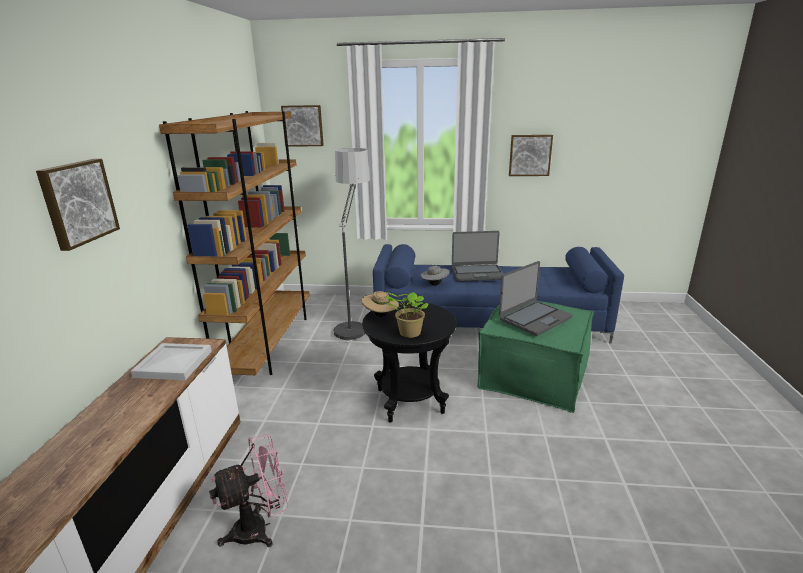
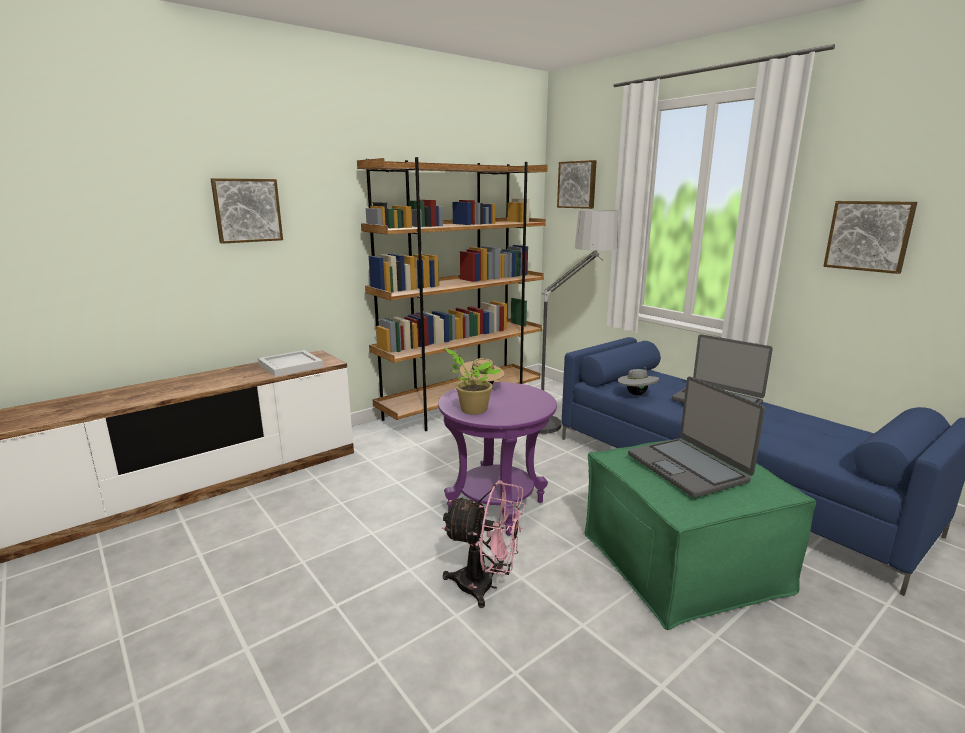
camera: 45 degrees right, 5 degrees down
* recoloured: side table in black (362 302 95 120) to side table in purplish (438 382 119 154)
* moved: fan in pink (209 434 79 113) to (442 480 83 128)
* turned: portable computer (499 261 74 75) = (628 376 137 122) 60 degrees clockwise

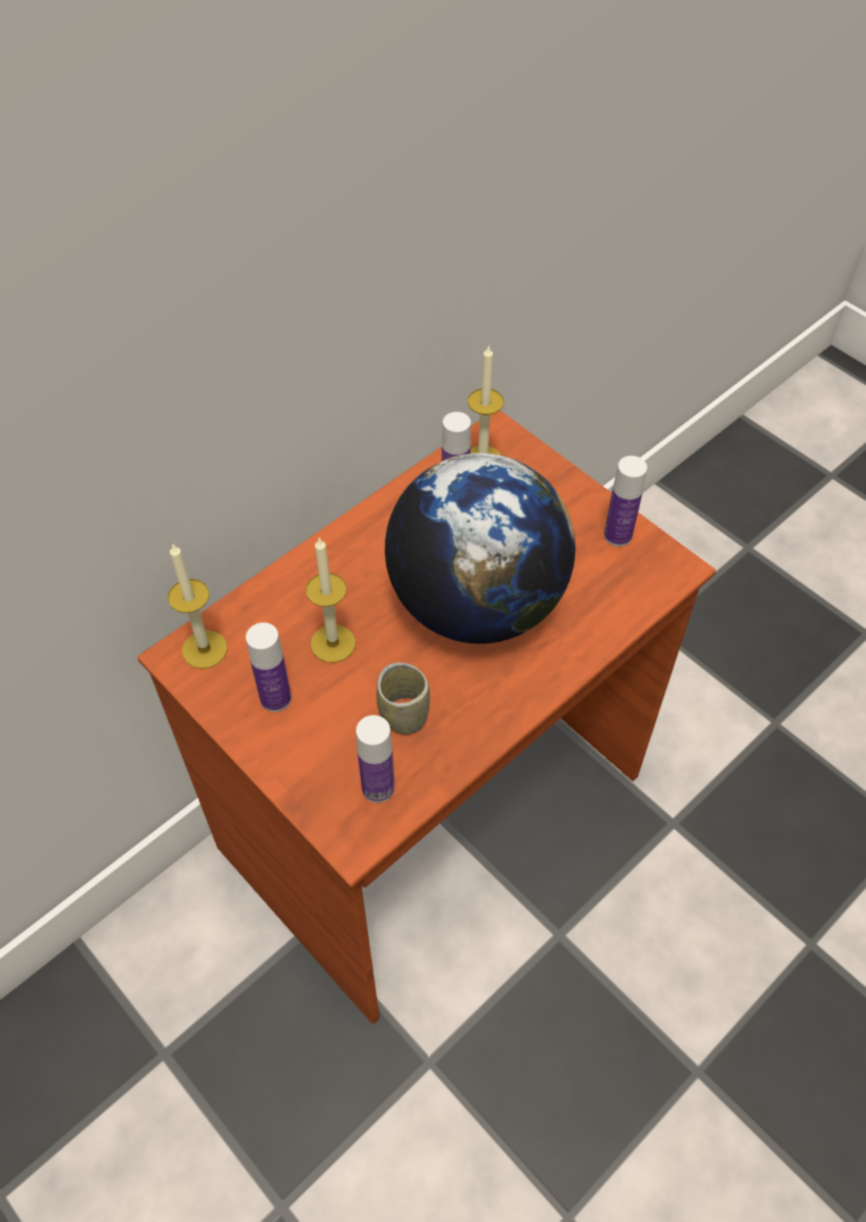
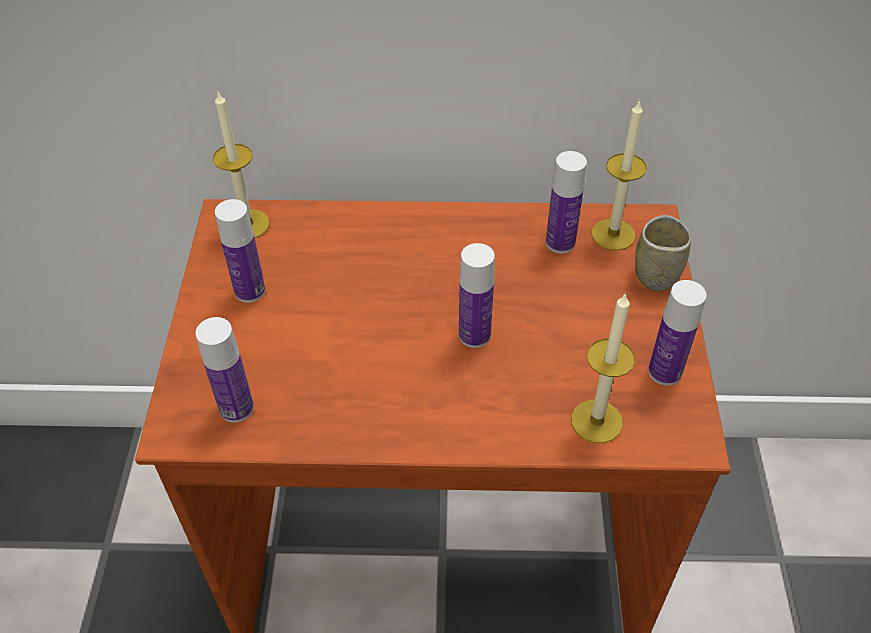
camera: 45 degrees right, 5 degrees down
* replaced: world globe (385 453 190 191) to bottle (459 243 36 105)
* moved: wax light (305 537 51 126) to (571 292 64 151)
* moved: drinking cup (376 663 54 72) to (635 215 56 76)

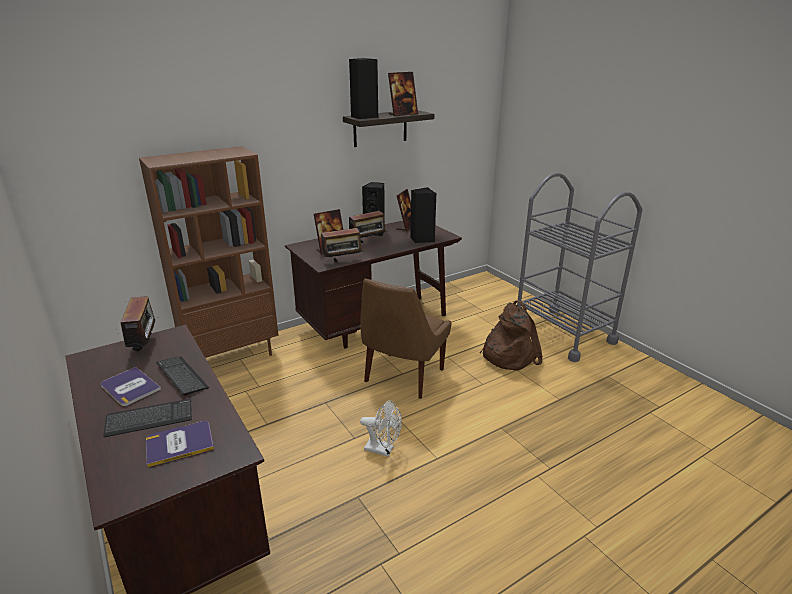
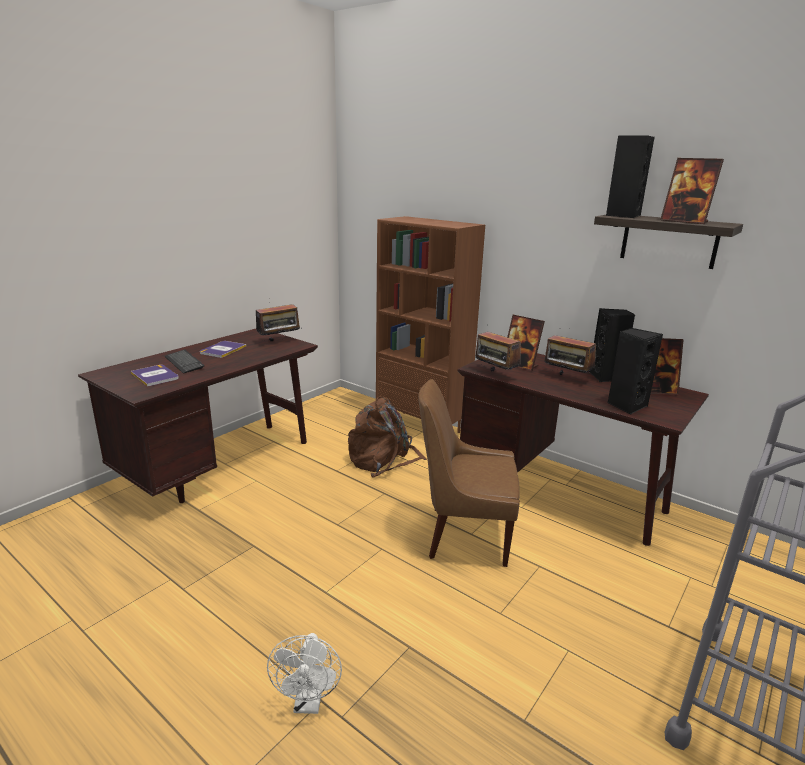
camera: 70 degrees right, 5 degrees down
* moved: fan in whitish (360 400 42 57) to (267 633 75 81)
* moved: knapsack in brown (479 301 64 70) to (348 396 79 81)
* removed: PC keyboard (156 357 53 39)

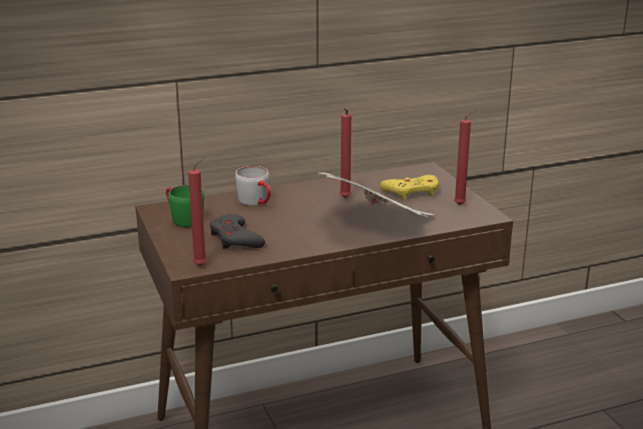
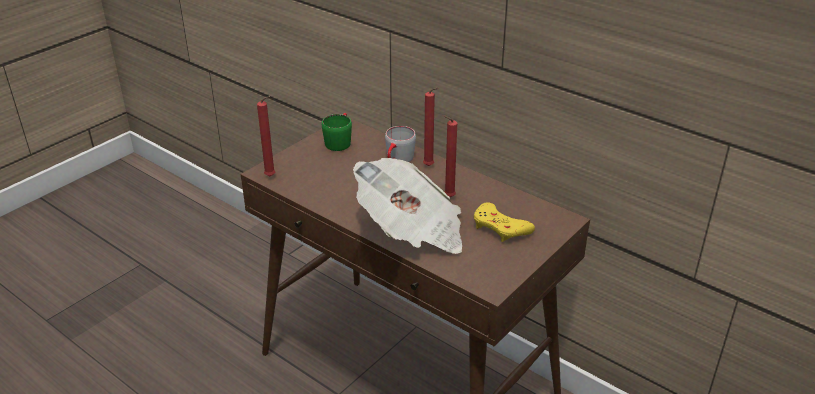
camera: 60 degrees right, 10 degrees up
* moved: wax light in reddish (454 110 21 95) to (423 88 15 78)
* removed: game controller in gray (210 214 55 35)

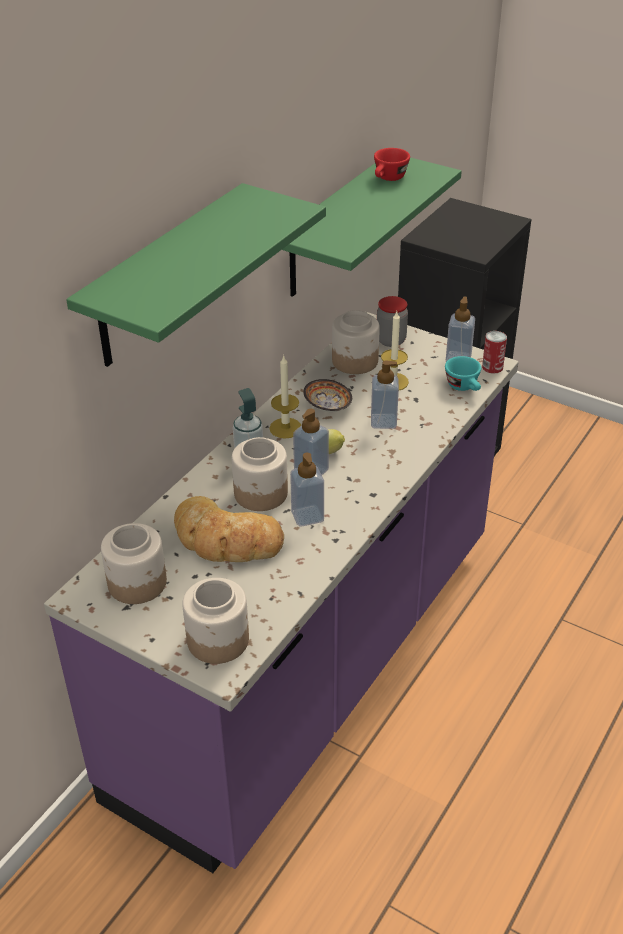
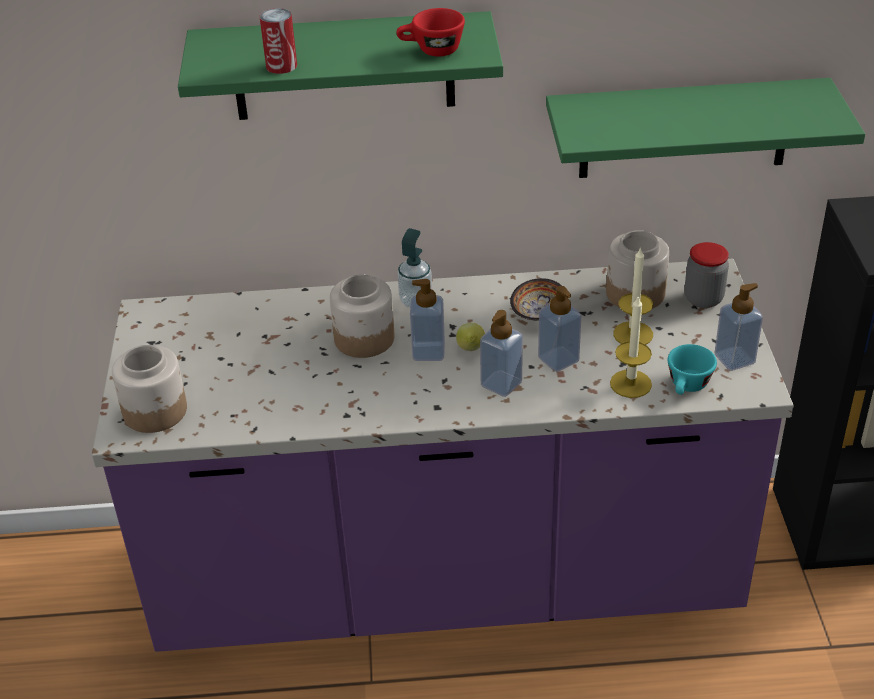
camera: 55 degrees right, 0 degrees up
* moved: sealed can (482 331 25 43) to (259 8 38 66)
* moved: drinking cup in reddish (374 148 36 33) to (396 8 69 49)
* moved: soap bottle (290 453 34 74) to (480 310 43 87)
* moved: wax light (269 355 33 83) to (610 297 42 101)
* removed: jar (101 523 66 81)
* removed: bakery bread (174 496 110 66)

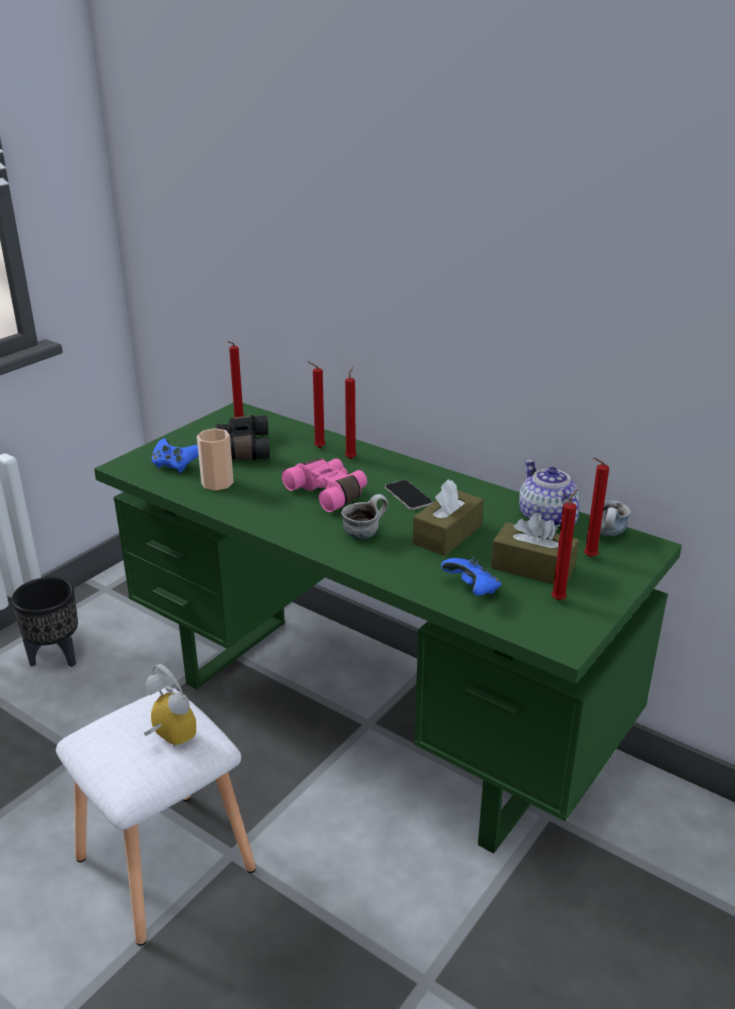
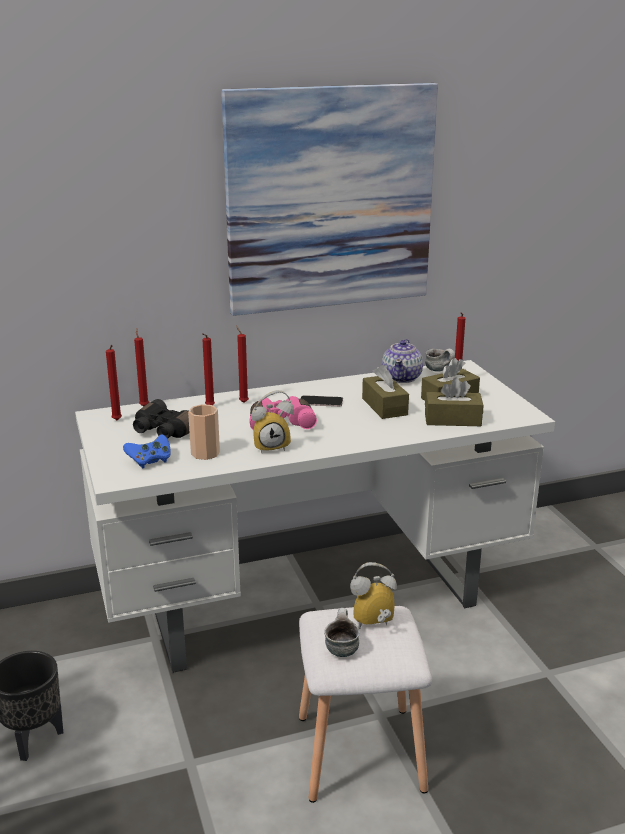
camera: 55 degrees left, 5 degrees down
* recoloured: desk table in greenish (94 403 588 451) to desk table in whitish (75 360 480 313)
* moved: wax light in reddish (551 489 27 111) to (134 328 15 78)
* added: picture (221 83 217 233)
* added: table clock (251 390 43 63)
* moved: mug (341 494 47 45) to (324 608 36 49)
* turned: pot for tea (519 460 60 67) = (382 339 41 44) 90 degrees counterclockwise
* replaced: game controller in bluish (441 557 60 39) to box of tissues in brown (425 377 58 49)

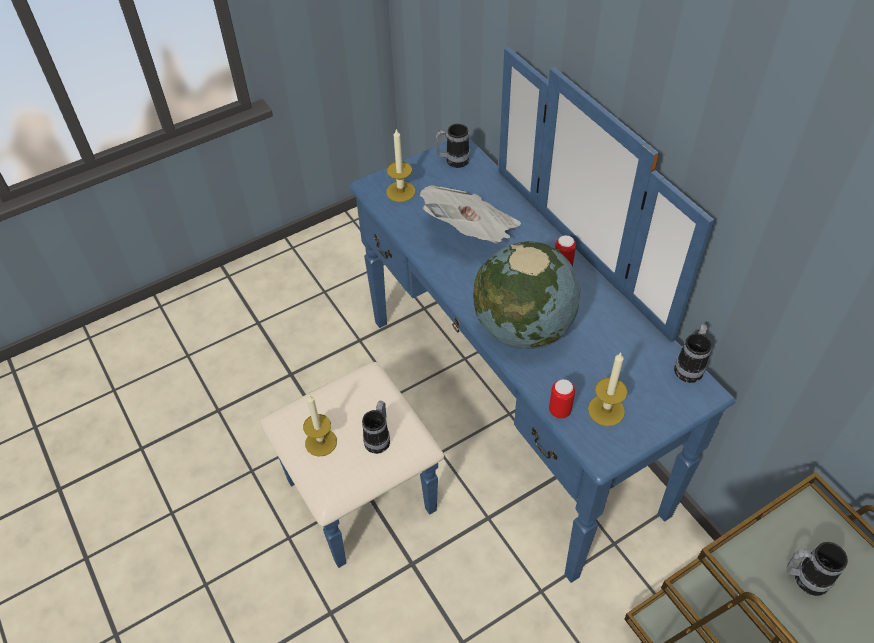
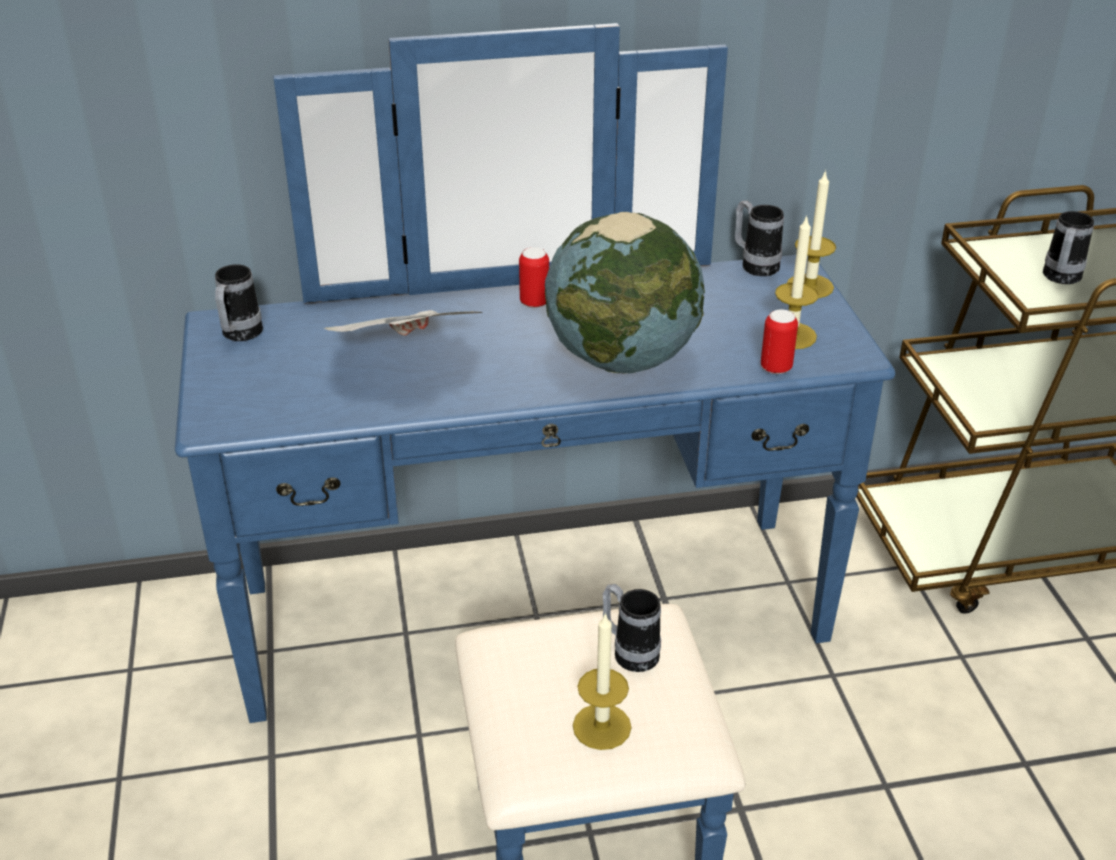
camera: 70 degrees left, 15 degrees down
* moved: wax light (386 128 29 74) to (787 170 49 128)

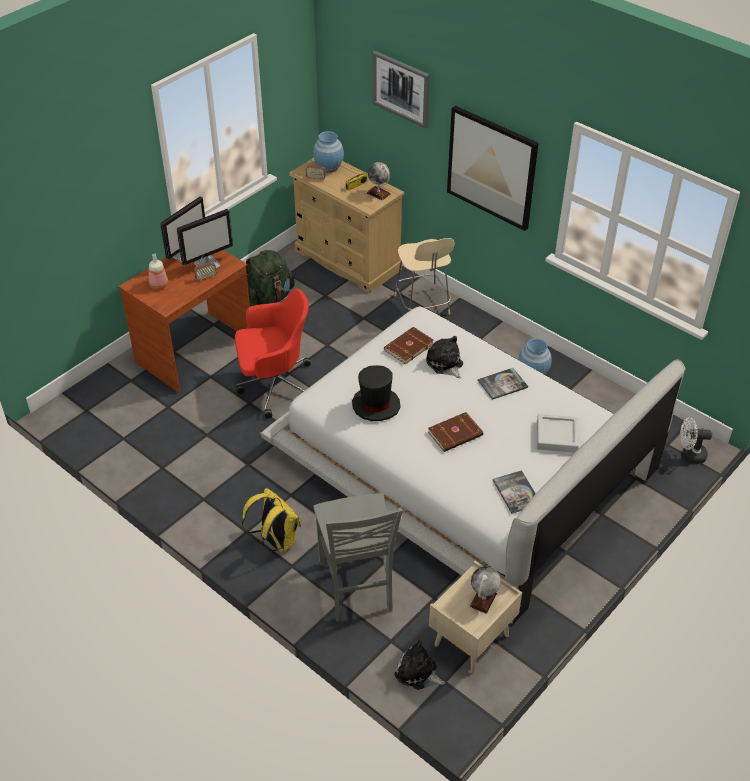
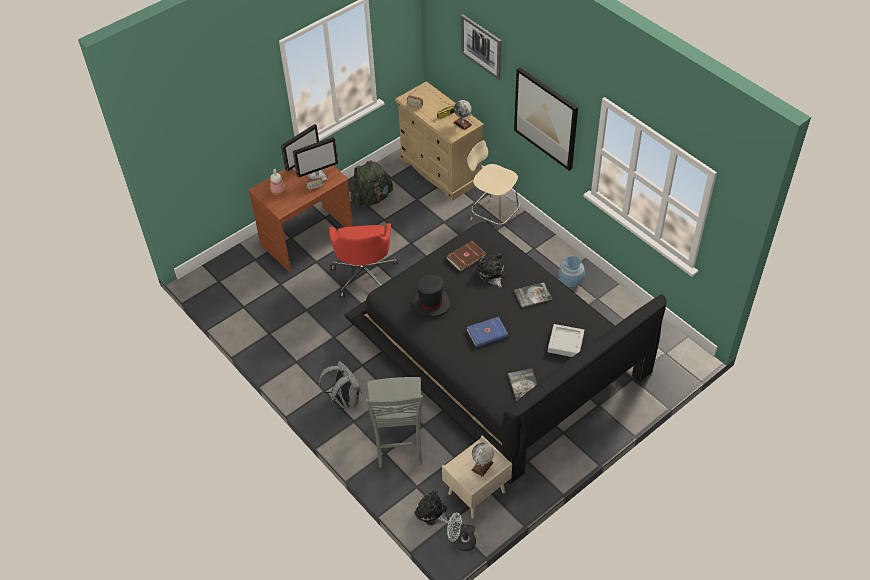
camera: 10 degrees right, 5 degrees up
* recoloured: knapsack in yellowish (242 488 59 64) to knapsack in gray (319 361 43 49)
* turned: computer chair in reddish (235 289 76 130) = (329 223 69 75) 90 degrees clockwise
* recoloured: bed in whitish (260 306 426 318) to bed in black (344 221 323 263)
* moved: fan in whitish (680 418 32 46) to (447 512 29 40)
* turned: plain chair in beige (395 238 60 77) = (467 140 53 93) 135 degrees clockwise
* recoloured: volume in brown (428 412 55 40) to volume in bluish (467 317 42 30)
* removed: flower vase in bluish (313 131 31 41)

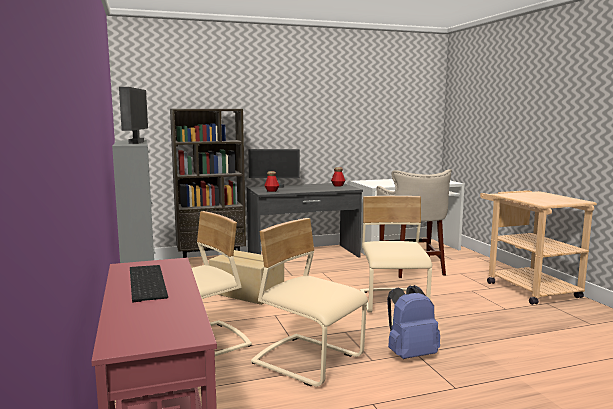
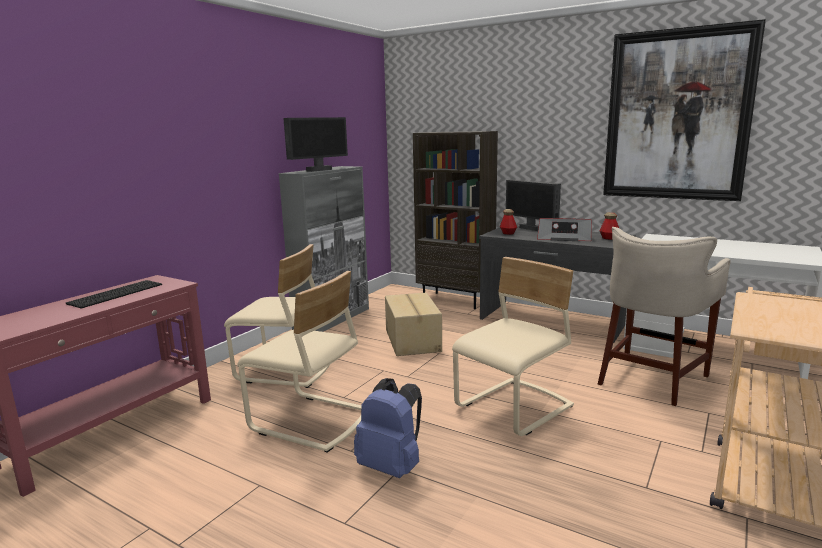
camera: 50 degrees right, 5 degrees up
* turned: plain chair in beige (251 218 117 169) = (237 271 124 181) 120 degrees clockwise
* added: radio set (537 218 55 23)
* added: picture (603 19 163 182)

